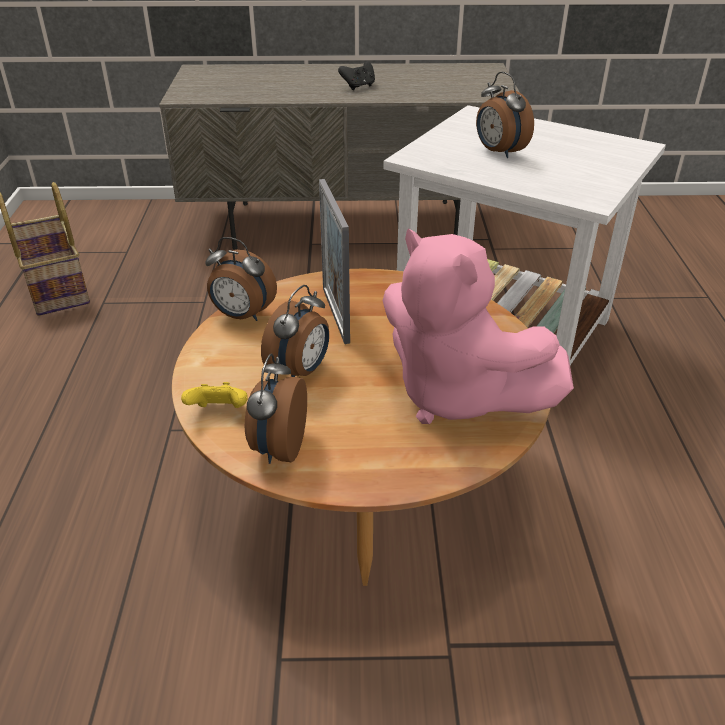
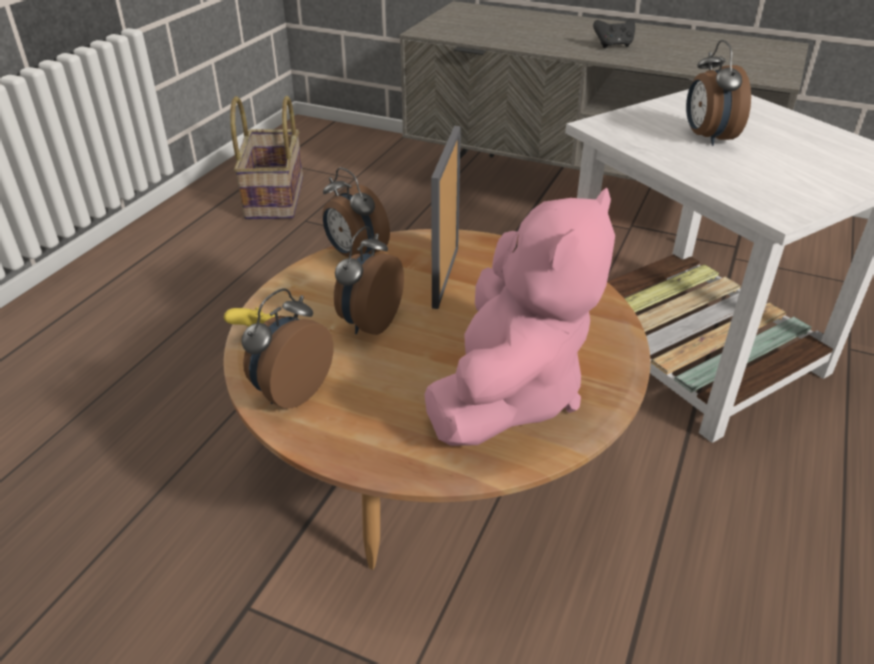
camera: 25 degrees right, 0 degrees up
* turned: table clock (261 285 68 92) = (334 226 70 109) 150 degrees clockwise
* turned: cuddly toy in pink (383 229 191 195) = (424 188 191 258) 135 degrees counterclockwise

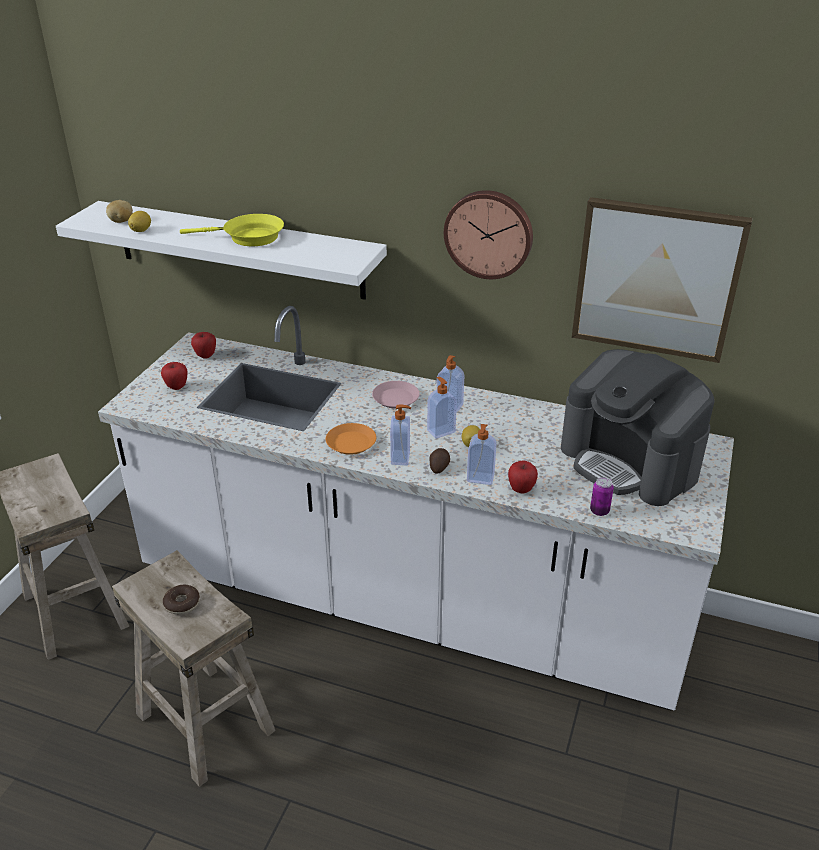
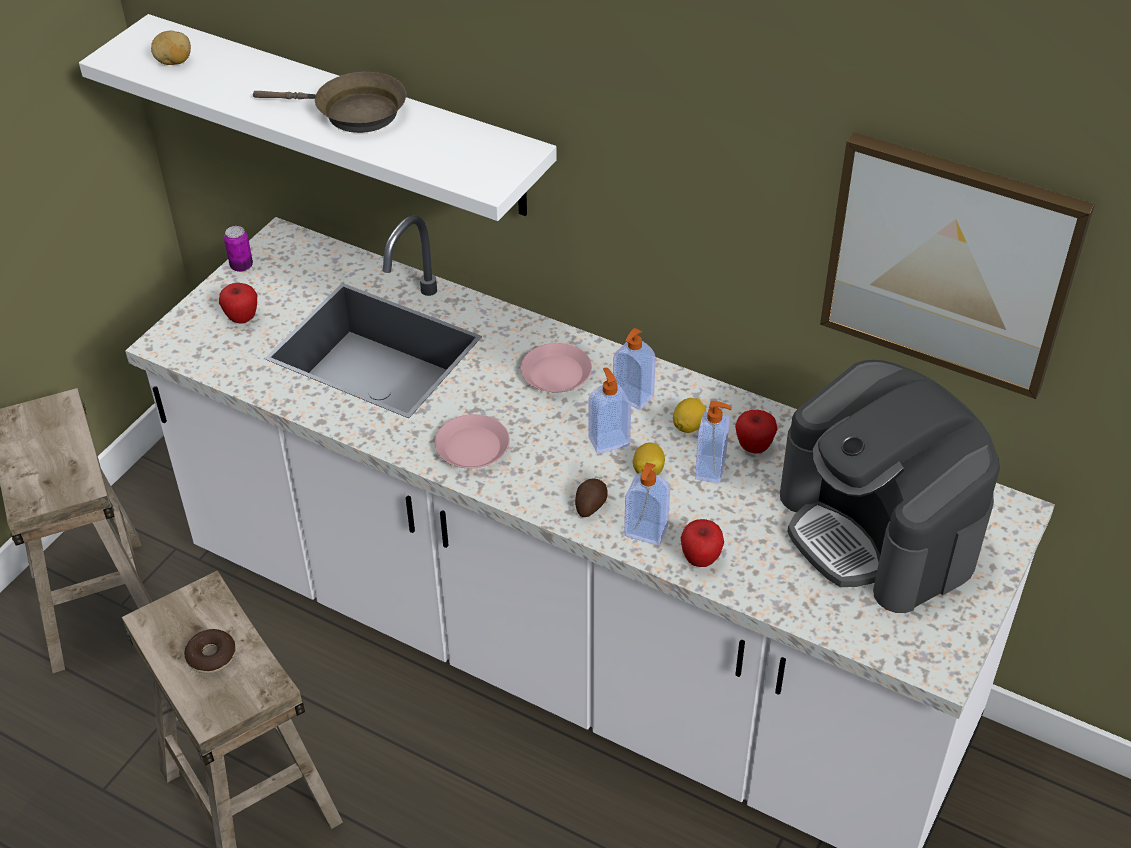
camera: 10 degrees right, 10 degrees up
* moved: sealed can (590 477 24 39) to (224 226 29 46)
* recoloured: skillet in yellowish (180 214 104 32) to skillet in brown (253 72 153 61)
* recoloured: plate in orangey (326 423 50 32) to plate in pink (435 414 75 54)
* moved: lemon (128 211 23 21) to (673 398 33 35)
* moved: soap bottle (390 404 21 62) to (695 401 37 83)
* moved: apple (191 332 25 26) to (735 410 43 44)
* removed: clock on the wall (444 190 89 89)

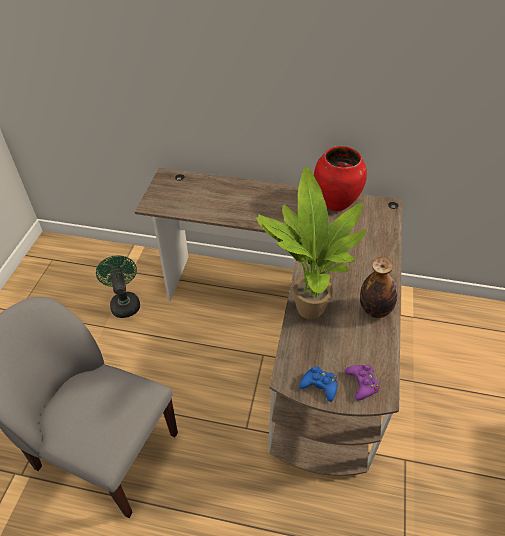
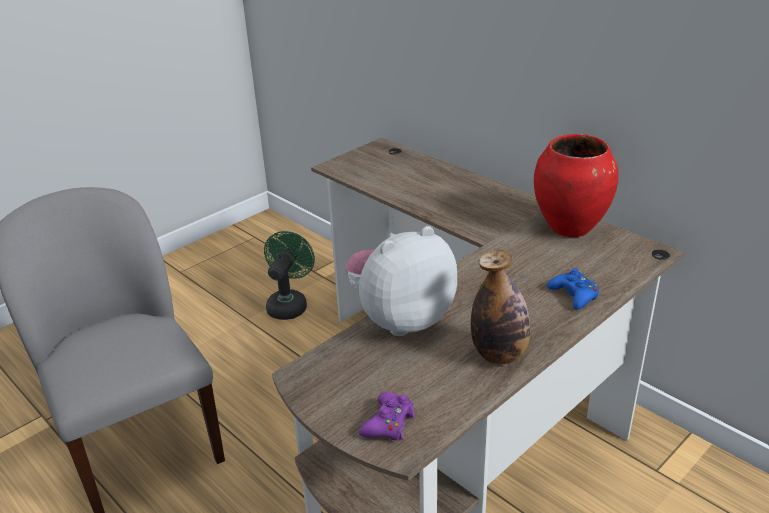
camera: 35 degrees right, 15 degrees down
* replaced: plant in a pot (257 166 110 154) to cuddly toy (346 226 111 110)
* moved: game controller in bluish (299 366 39 36) to (547 268 52 42)

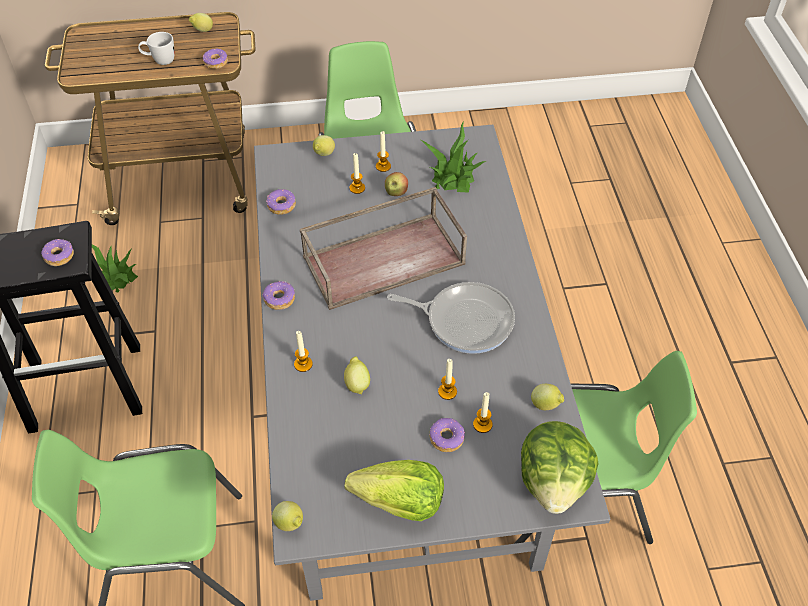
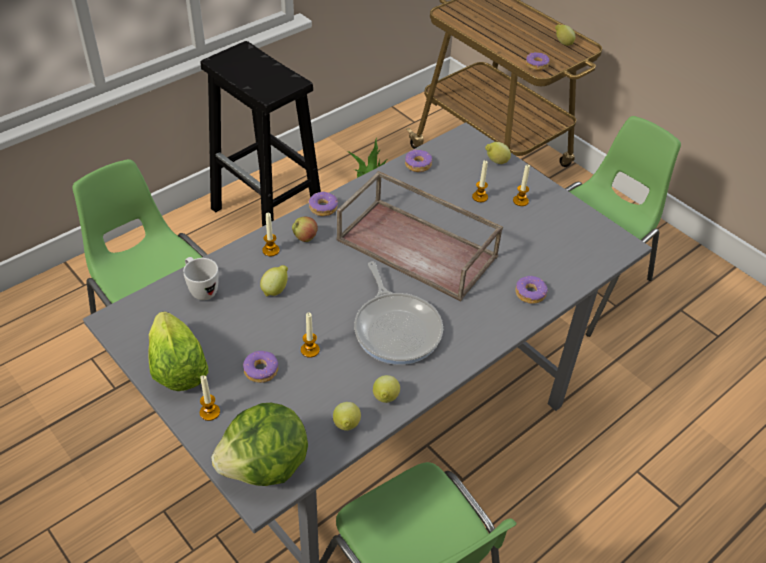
camera: 55 degrees right, 5 degrees down
* moved: mug in whitish (138 32 37 33) to (183 257 36 43)
* moved: wax light (473 392 20 41) to (200 375 20 46)
* moved: apple (385 172 23 24) to (292 217 26 25)
* moved: lemon (272 501 31 30) to (373 375 27 28)
* moved: doughnut (41 239 33 27) to (515 276 33 28)
* removed: plant in a pot (421 121 65 72)

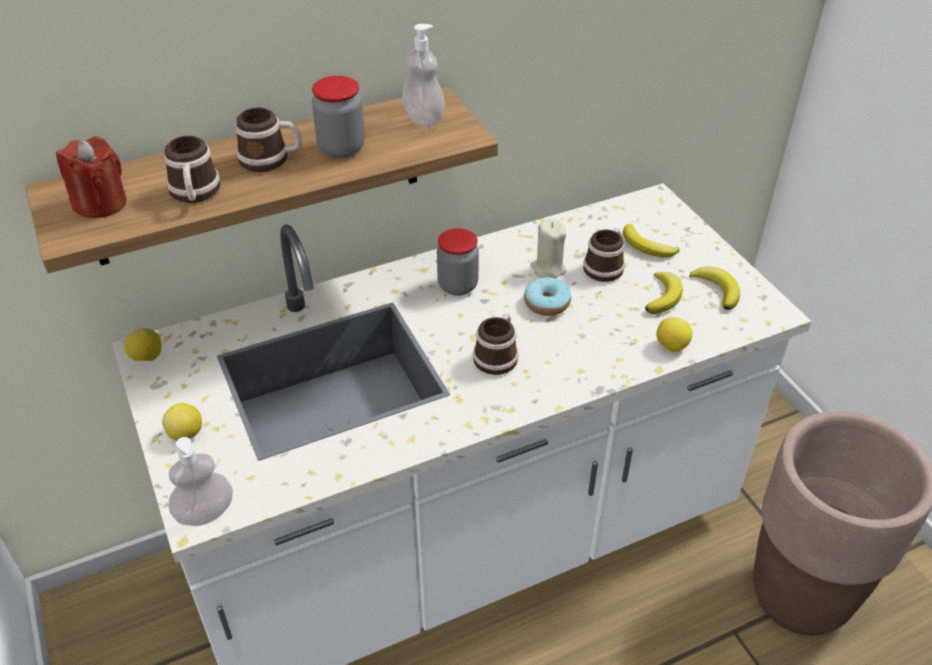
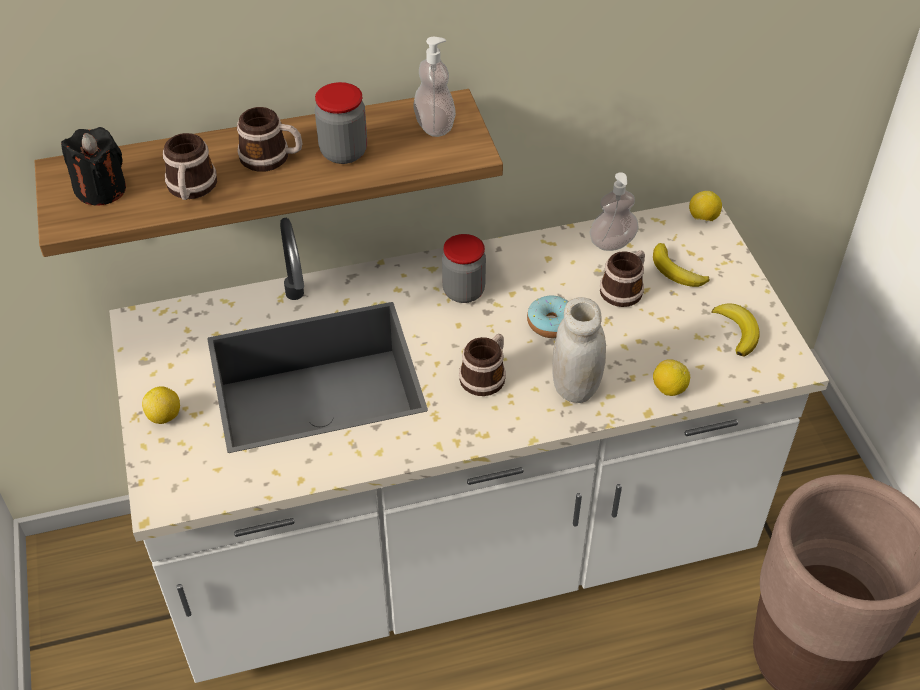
camera: 10 degrees right, 5 degrees up
* recoloured: wax light in reddish (56 136 71 82) to wax light in black (61 127 65 79)
* added: jar in whitish (552 297 54 106)
* moved: soap bottle (169 437 64 89) to (589 172 50 79)
* moved: lemon (124 328 38 33) to (689 191 33 30)
* removed: wax light in beige (530 218 36 61)
* removed: banana fruit (645 272 38 42)

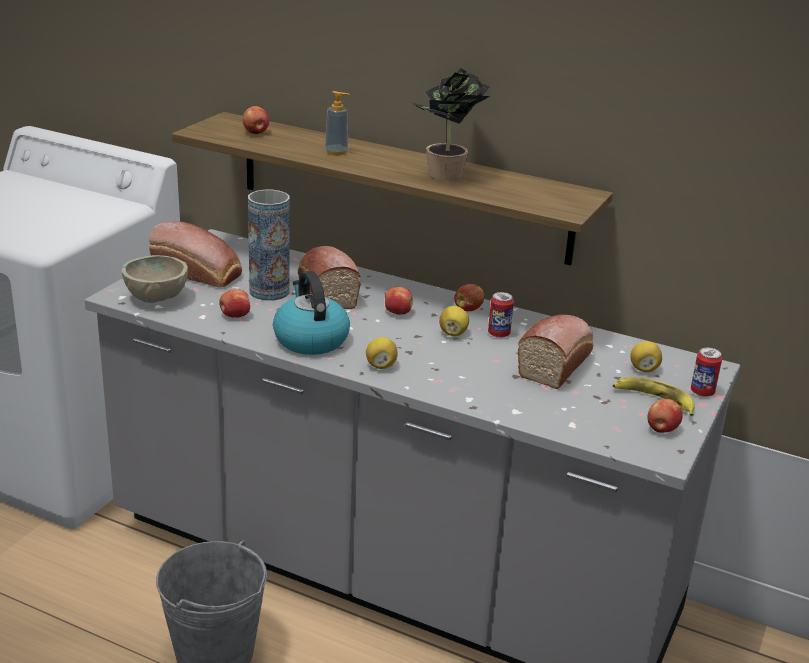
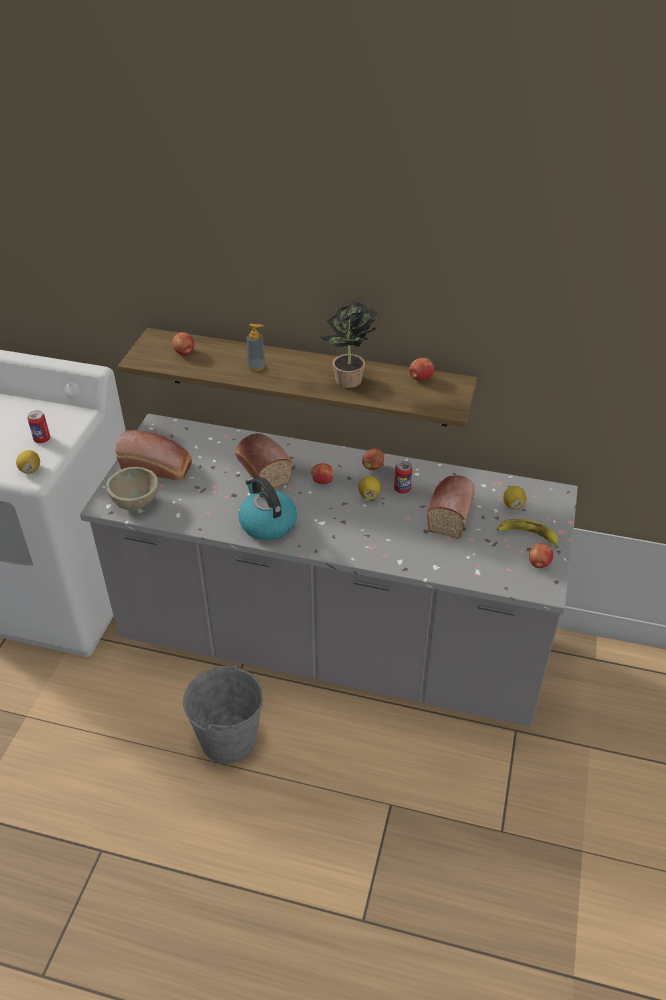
camera: 10 degrees left, 15 degrees up
* moved: lemon (366 337 32 32) to (16 450 24 24)
* moved: sealed can (691 348 31 49) to (27 410 23 33)
* moved: apple (219 289 31 29) to (409 358 26 23)
* removed: flower vase (248 190 42 111)

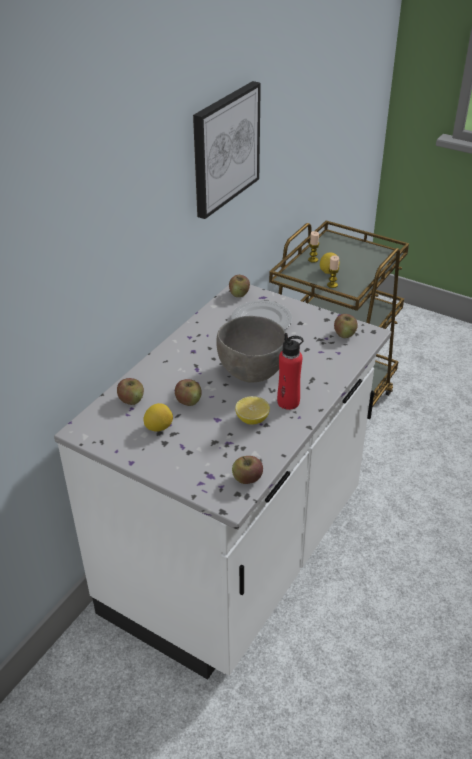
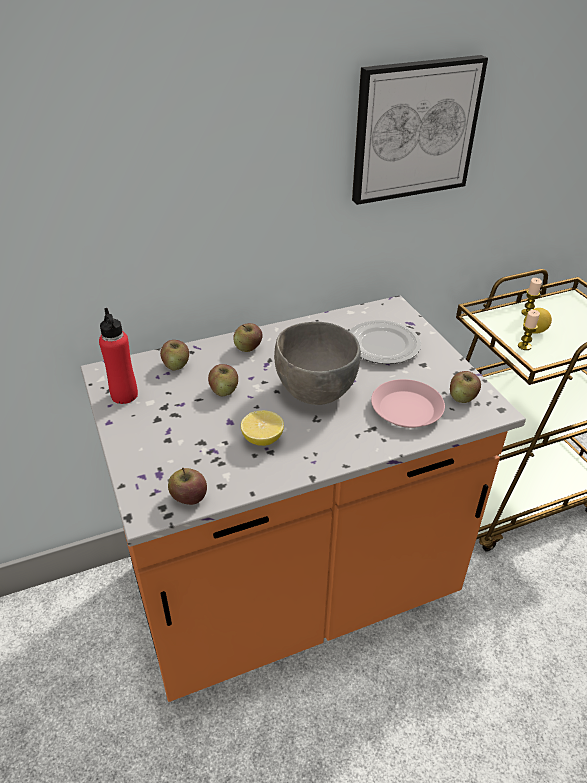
camera: 35 degrees right, 0 degrees up
* recoloured: kitchen base unit in whitish (54 285 337 395) to kitchen base unit in orangey (80 295 446 407)
* moved: bottle in reddish (277 333 27 77) to (99 308 39 96)
* moved: apple (229 275 21 22) to (233 323 30 29)
* added: plate in pink (371 379 74 49)
* removed: lemon (143 403 30 28)

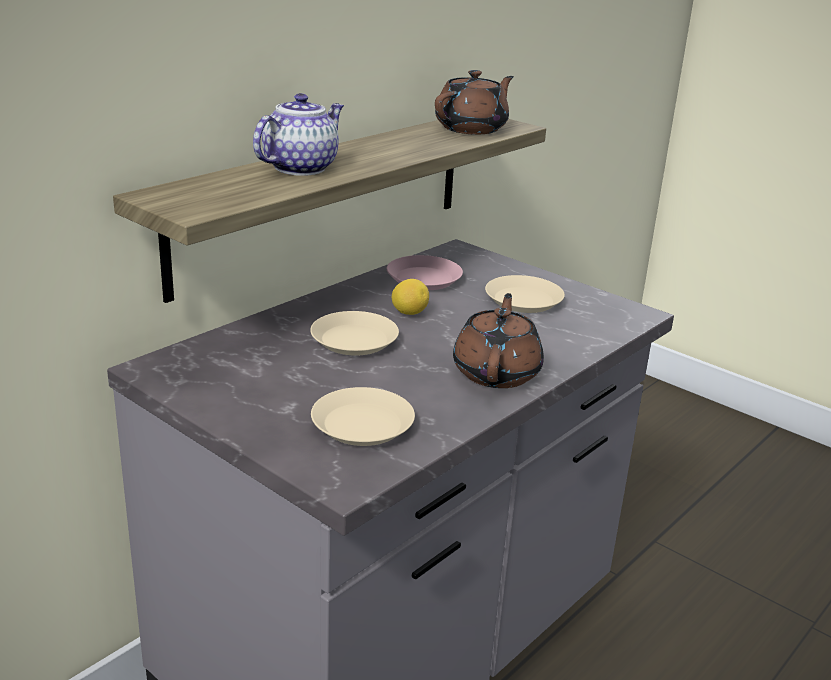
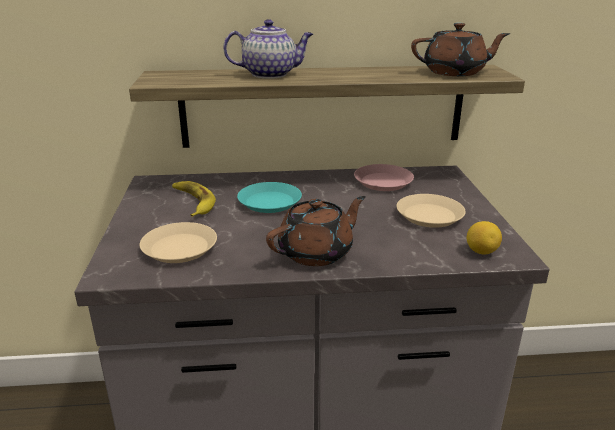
camera: 45 degrees right, 0 degrees up
* added: banana fruit (172 181 44 36)
* recoloured: plate in beige (310 311 89 44) to plate in blue-green (237 182 65 31)
* moved: lemon (392 279 37 36) to (467 221 35 34)

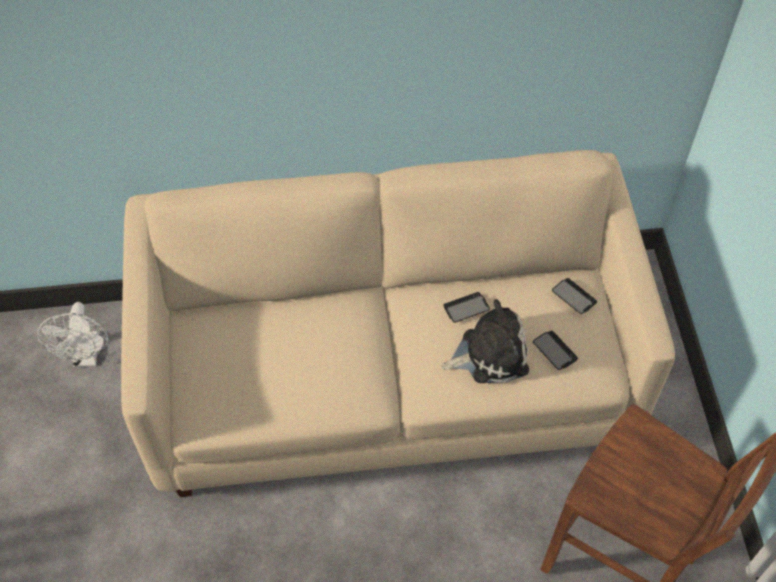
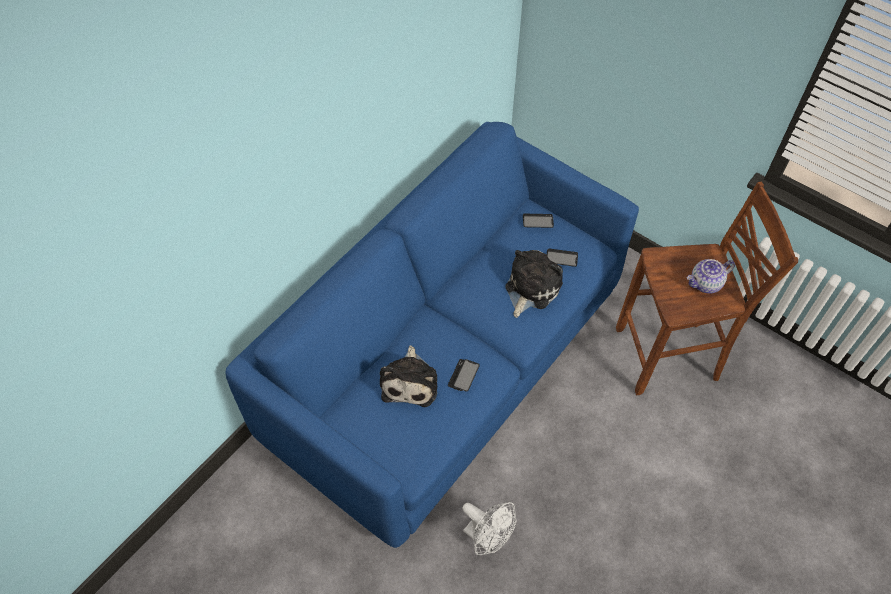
camera: 45 degrees left, 0 degrees up
* recoloured: couch in beige (121 150 554 347) to couch in bluish (225 122 414 426)
* added: cuddly toy (380 345 57 62)
* moved: handset (443 292 47 31) to (448 359 32 33)
* moved: fan in whitish (37 302 71 65) to (463 502 53 53)
* added: pot for tea (687 259 48 35)

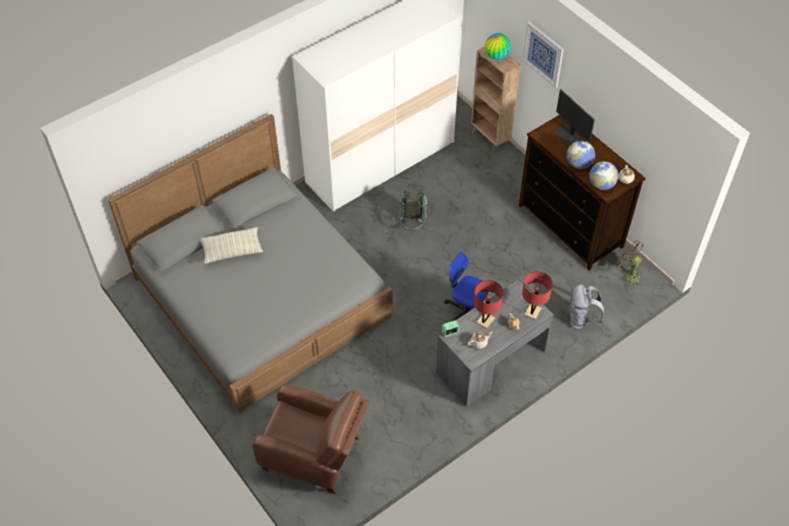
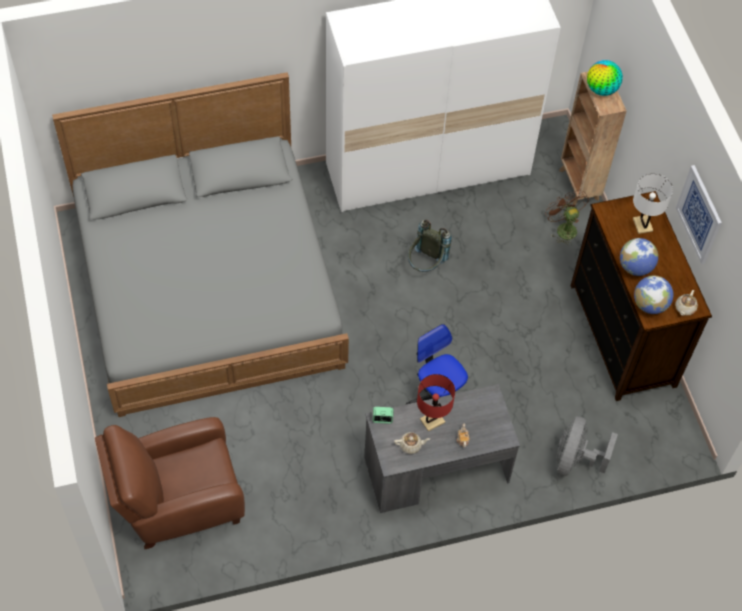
camera: 20 degrees right, 5 degrees up
* turned: easy chair in brown (252 384 118 110) = (95 417 150 132) 120 degrees clockwise
* moved: fan in brown (615 240 29 47) to (545 189 44 57)
* replaced: knapsack in gray (568 284 37 45) to fan in gray (556 416 62 60)
* replaced: computer display (554 90 41 56) to table lamp in whitish (633 174 40 60)
* moved: picture (522 22 42 66) to (676 165 46 99)
* removed: throw pillow (201 227 62 37)
* removed: table lamp in reddish (522 272 31 48)

